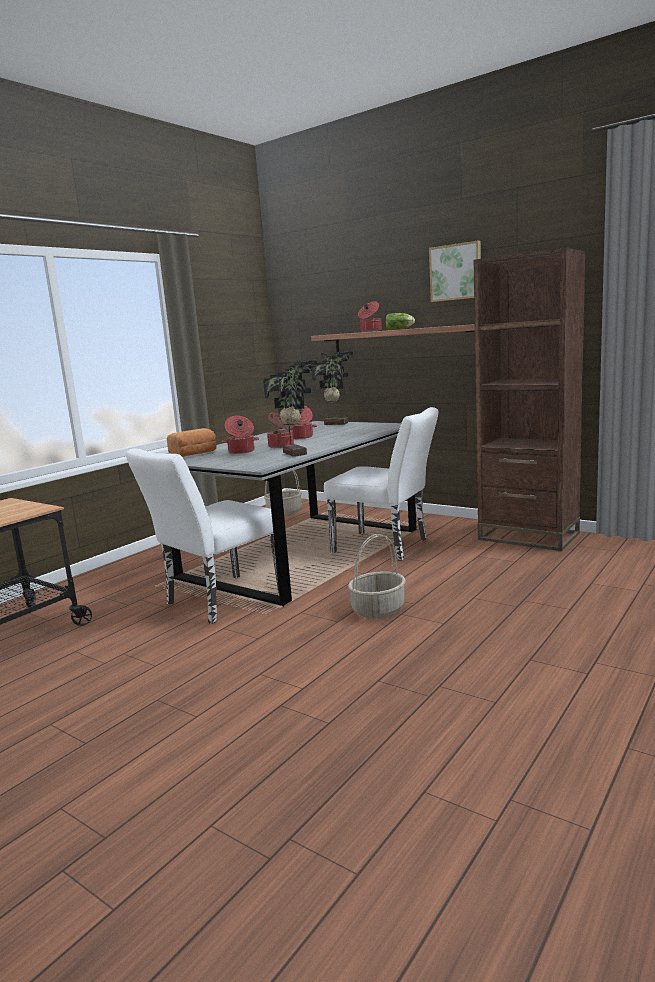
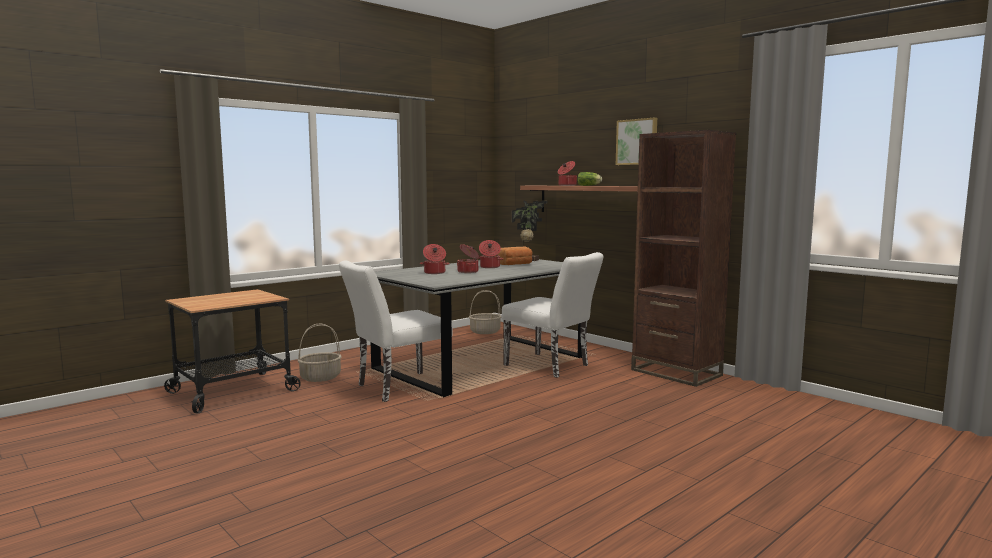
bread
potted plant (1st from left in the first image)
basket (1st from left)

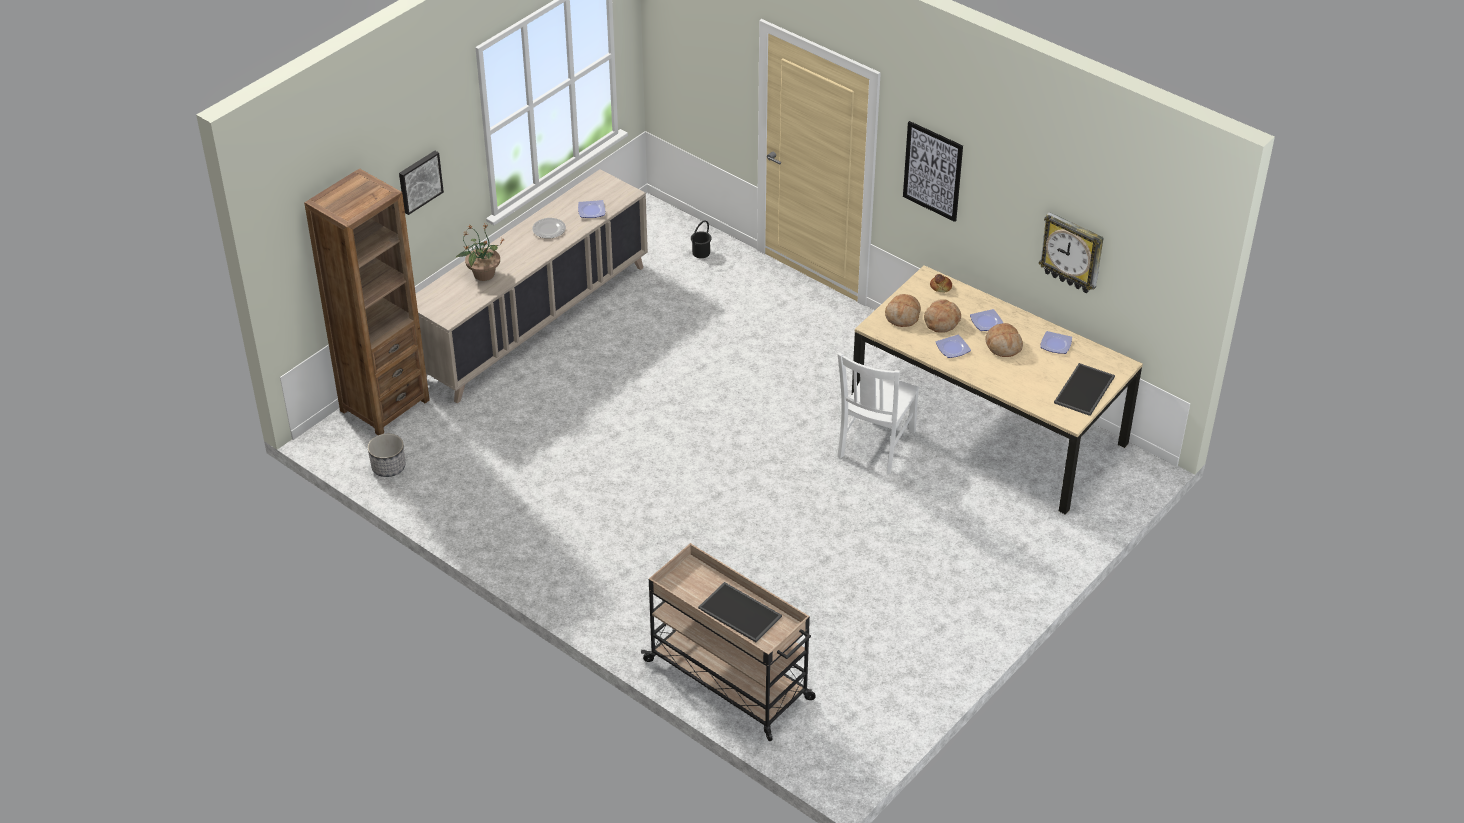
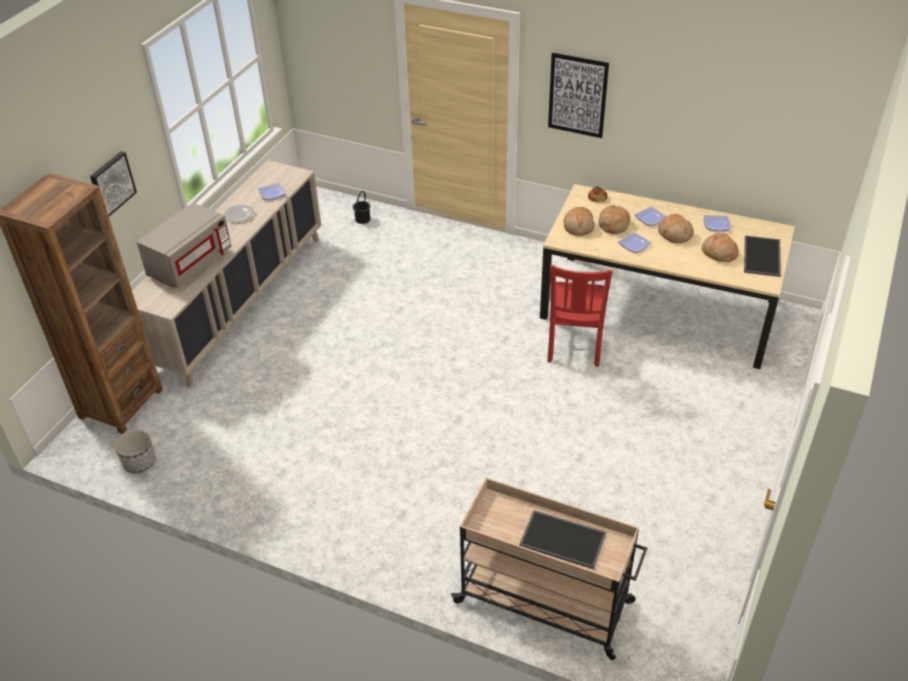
grey microwave
red chair
wall clock
bread (5th from left)

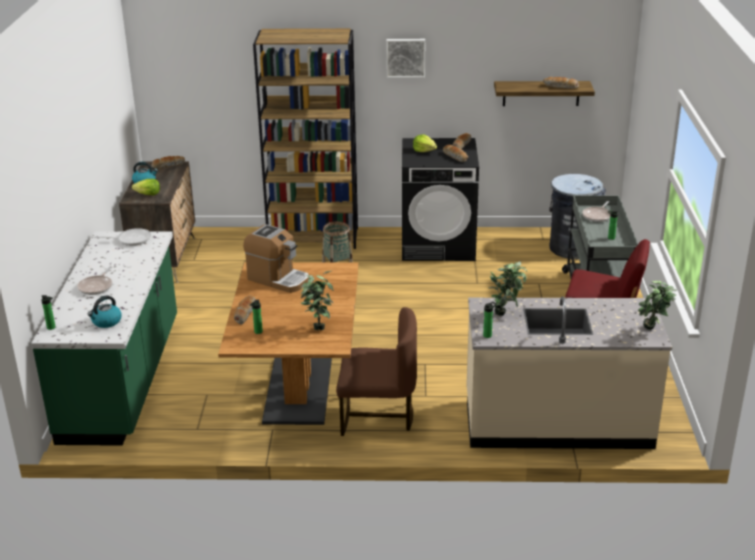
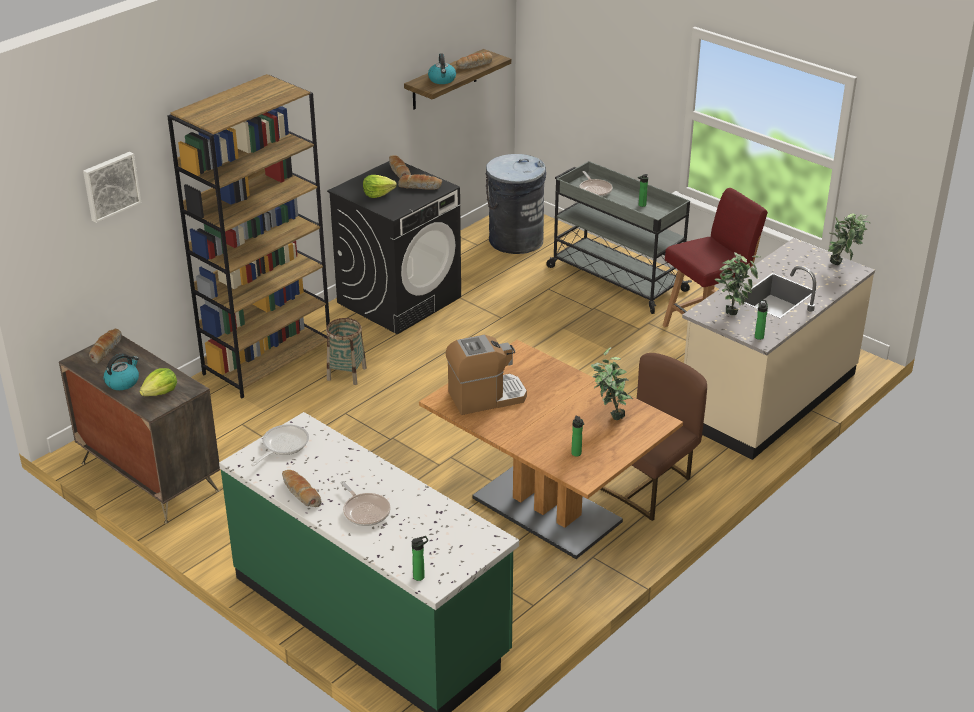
kettle (2nd from left)
bread (2nd from left)
picture

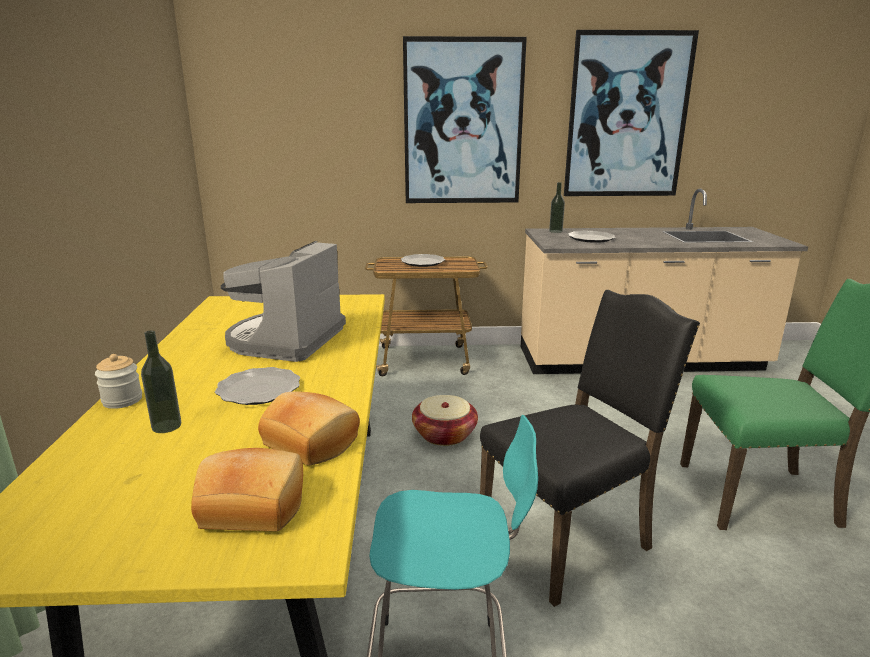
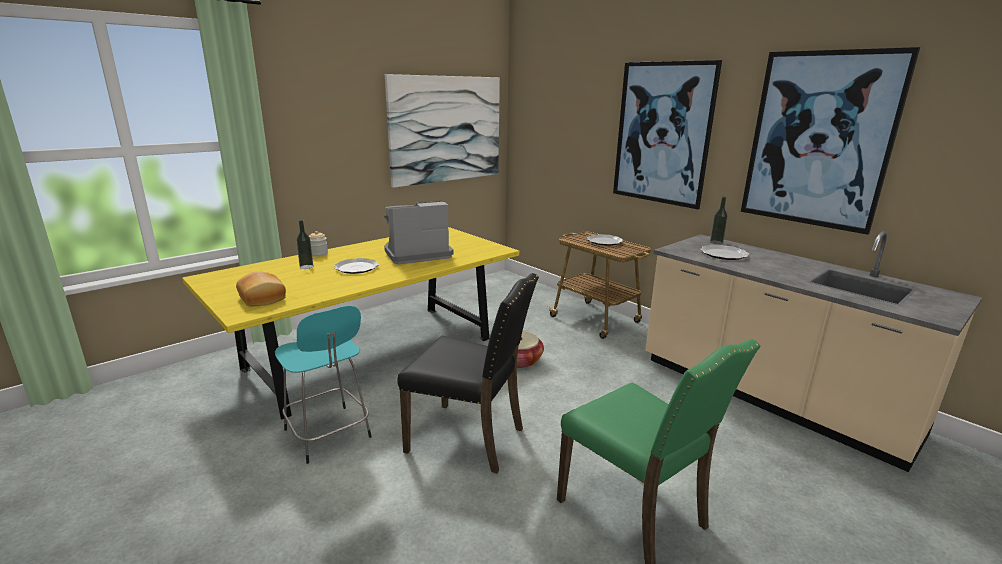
bread (2nd from left in the first image)
picture (1st from left)

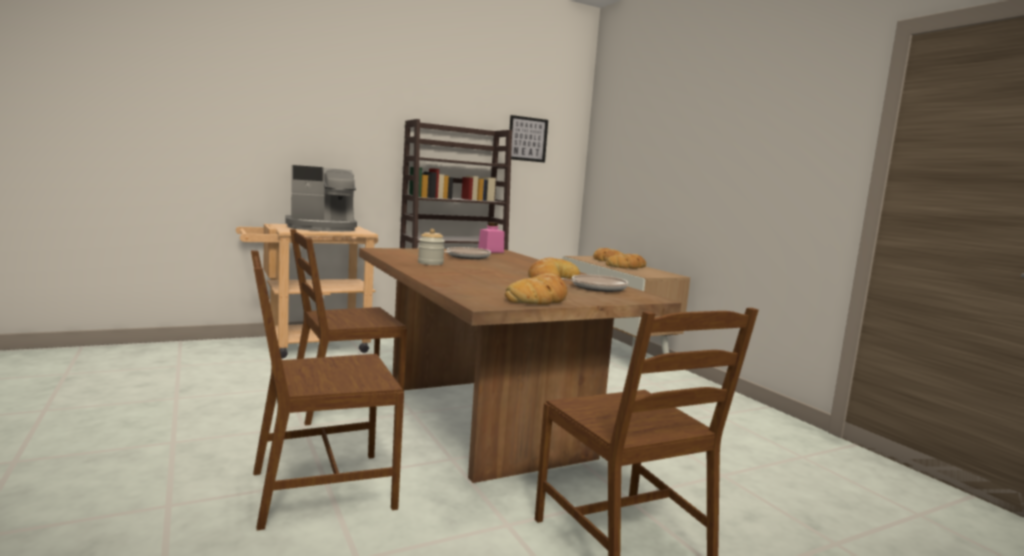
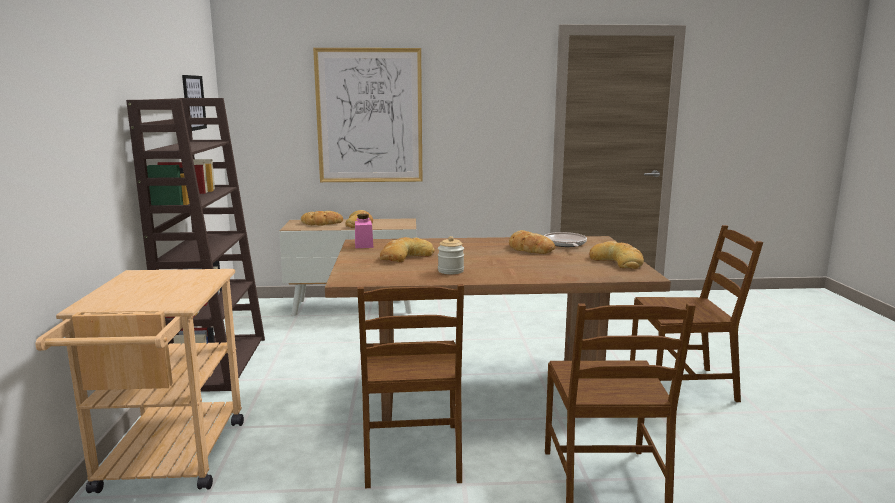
coffee machine
bread (3rd from left)
picture (2nd from left)

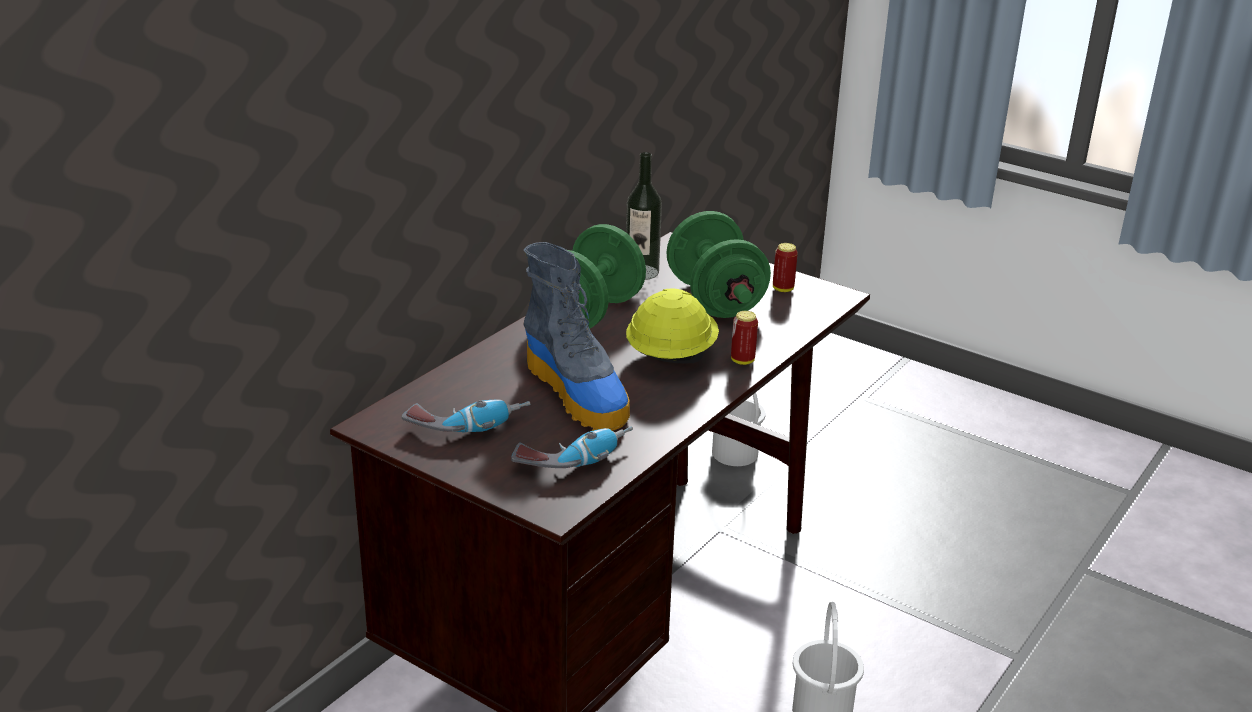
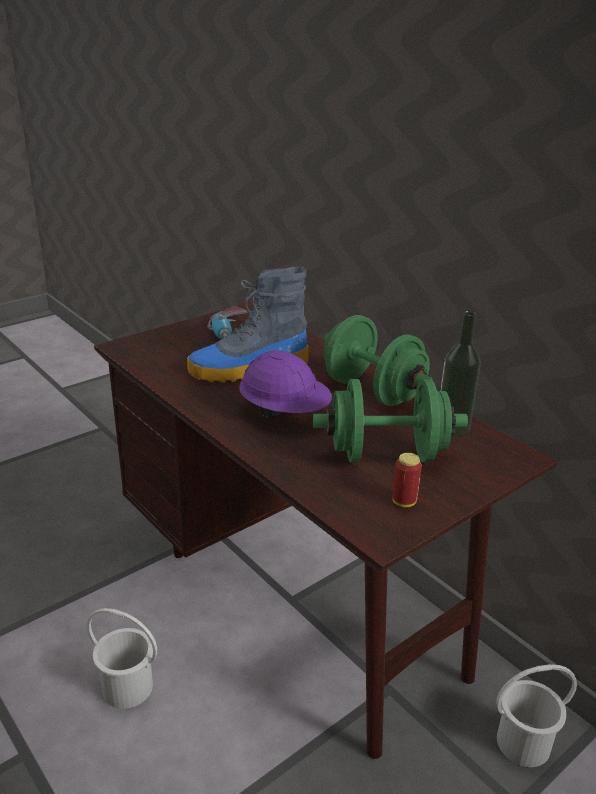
power drill (2nd from left in the first image)
purple hard hat
can (1st from left in the first image)

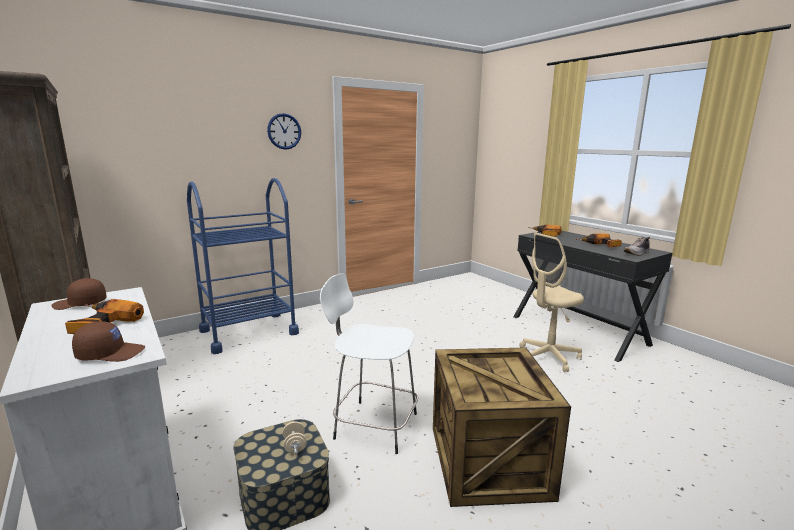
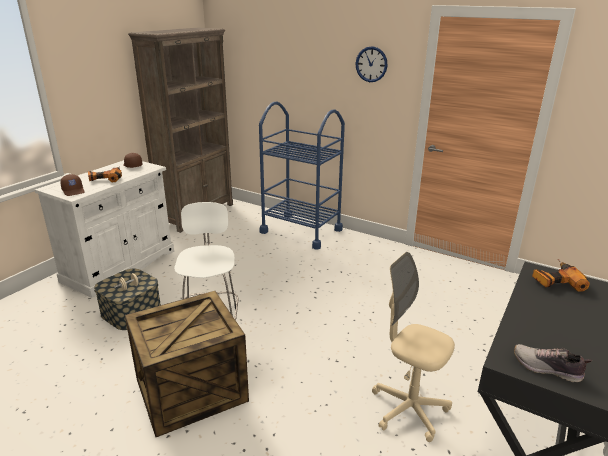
power drill (3rd from left in the first image)

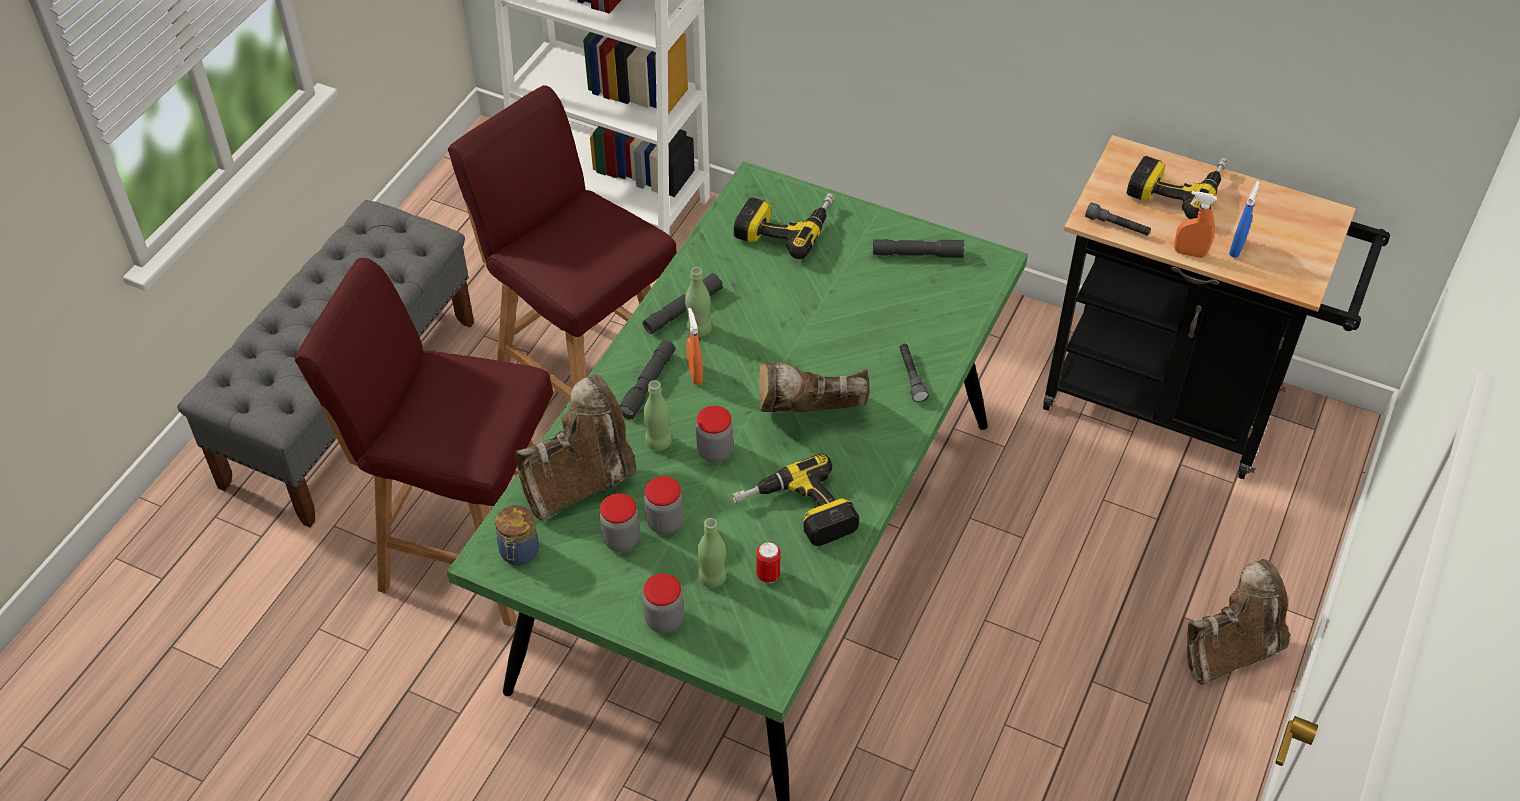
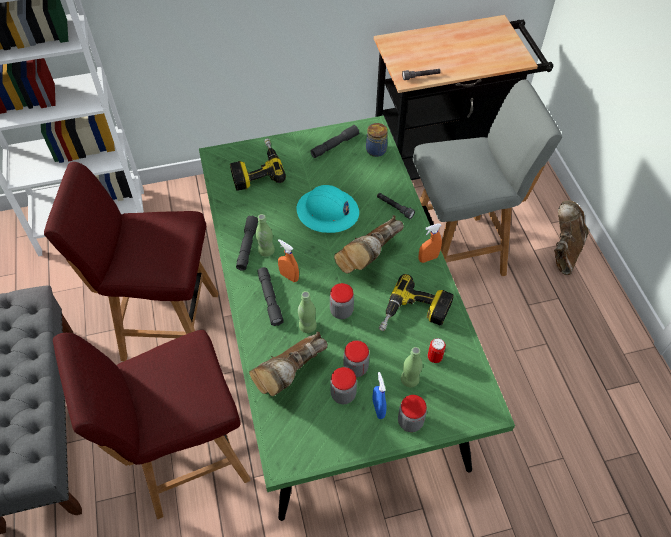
jar (4th from left)
brown boot (1st from left)
power drill (3rd from left in the first image)
orange spray bottle (2nd from left)
blue spray bottle
turquoise hard hat
grey stool

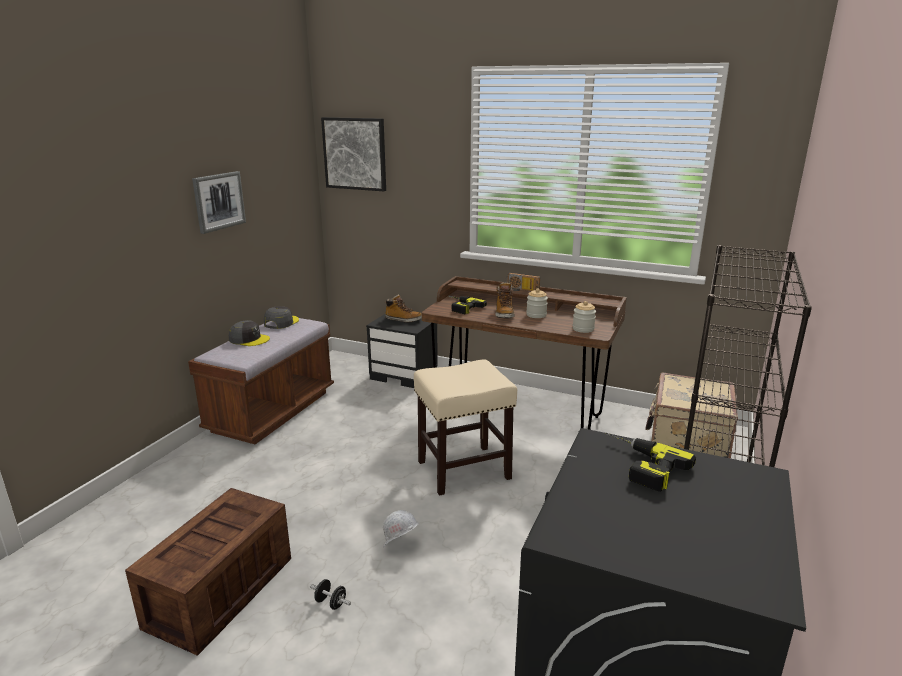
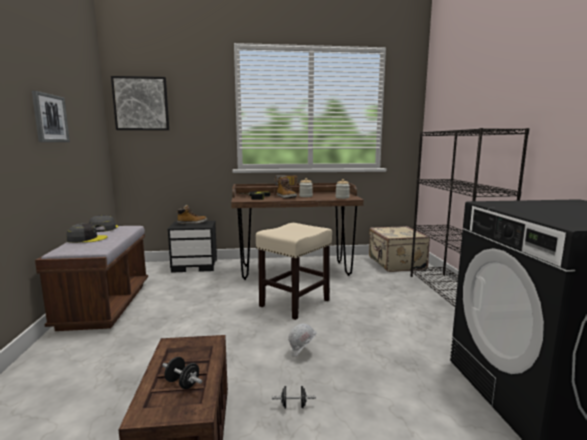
power drill (2nd from left in the first image)
black dumbbell (1st from left)

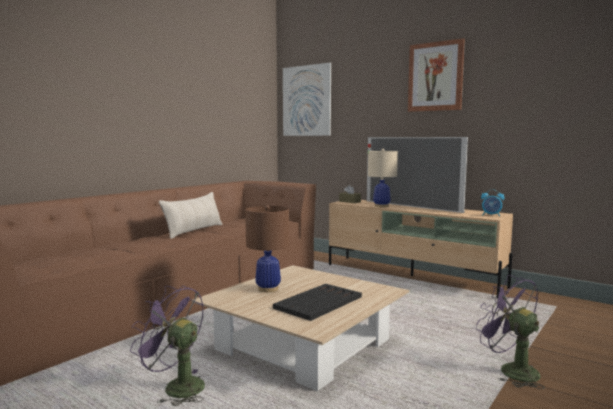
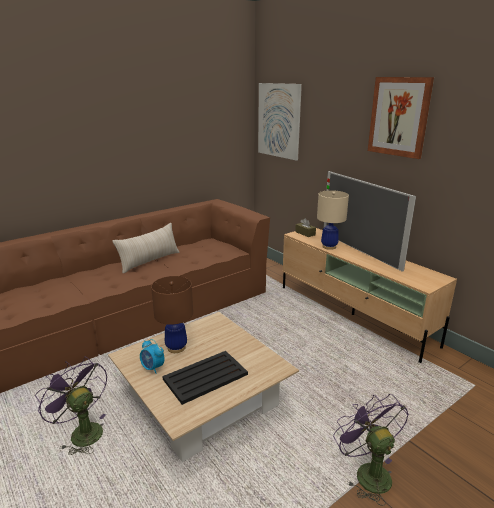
alarm clock

